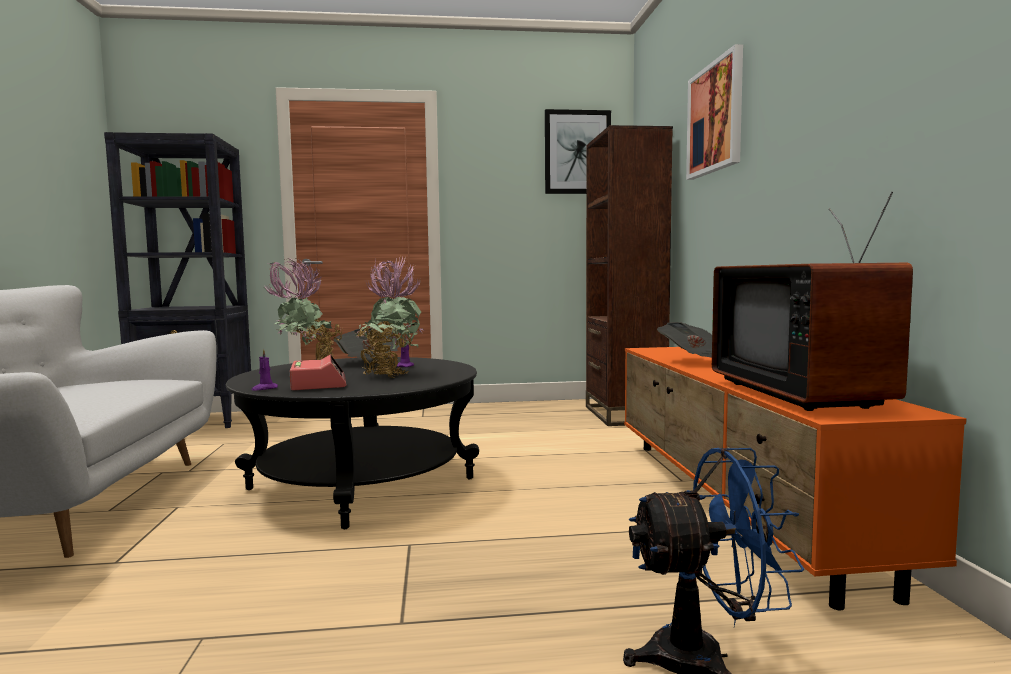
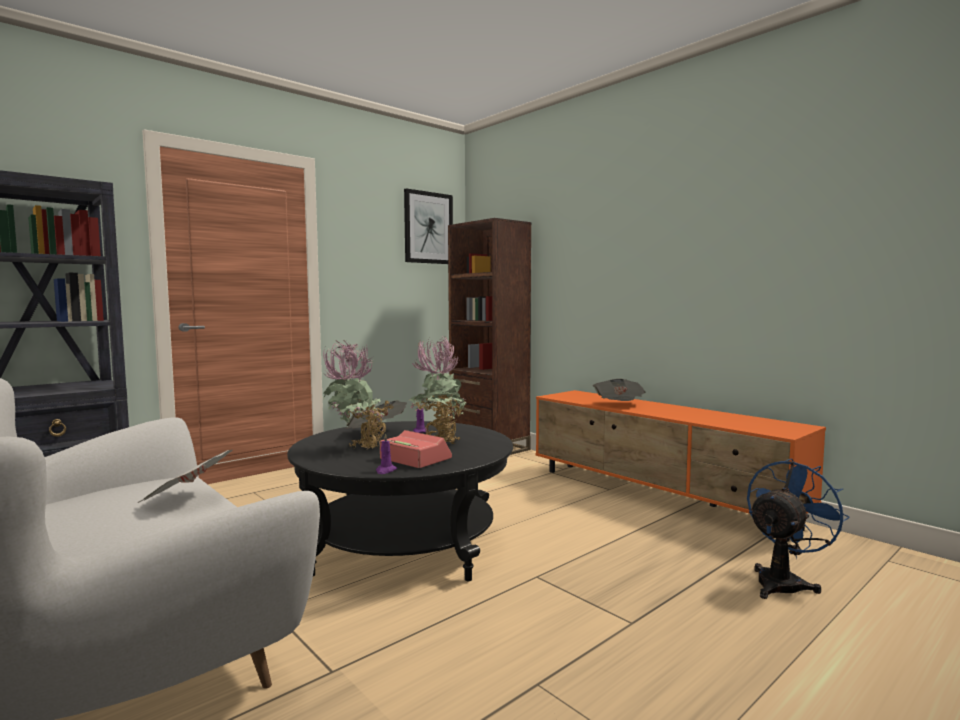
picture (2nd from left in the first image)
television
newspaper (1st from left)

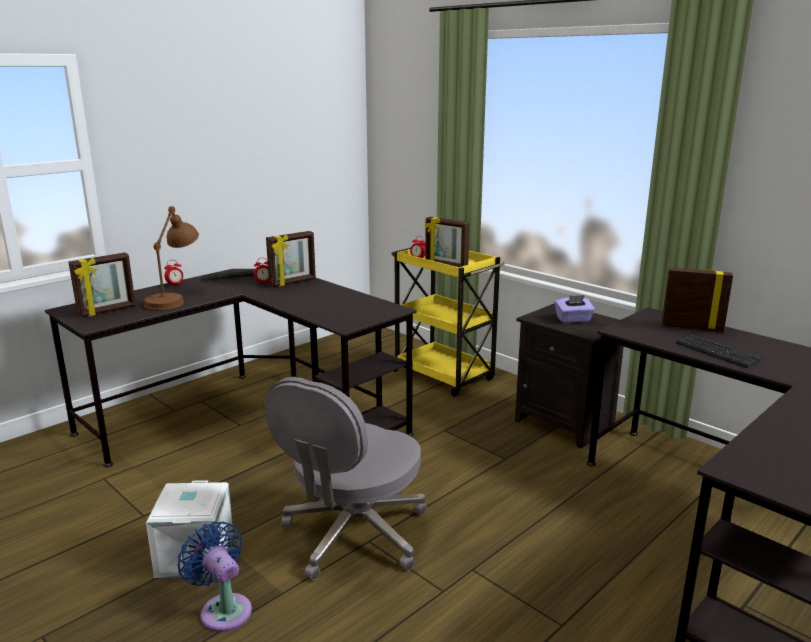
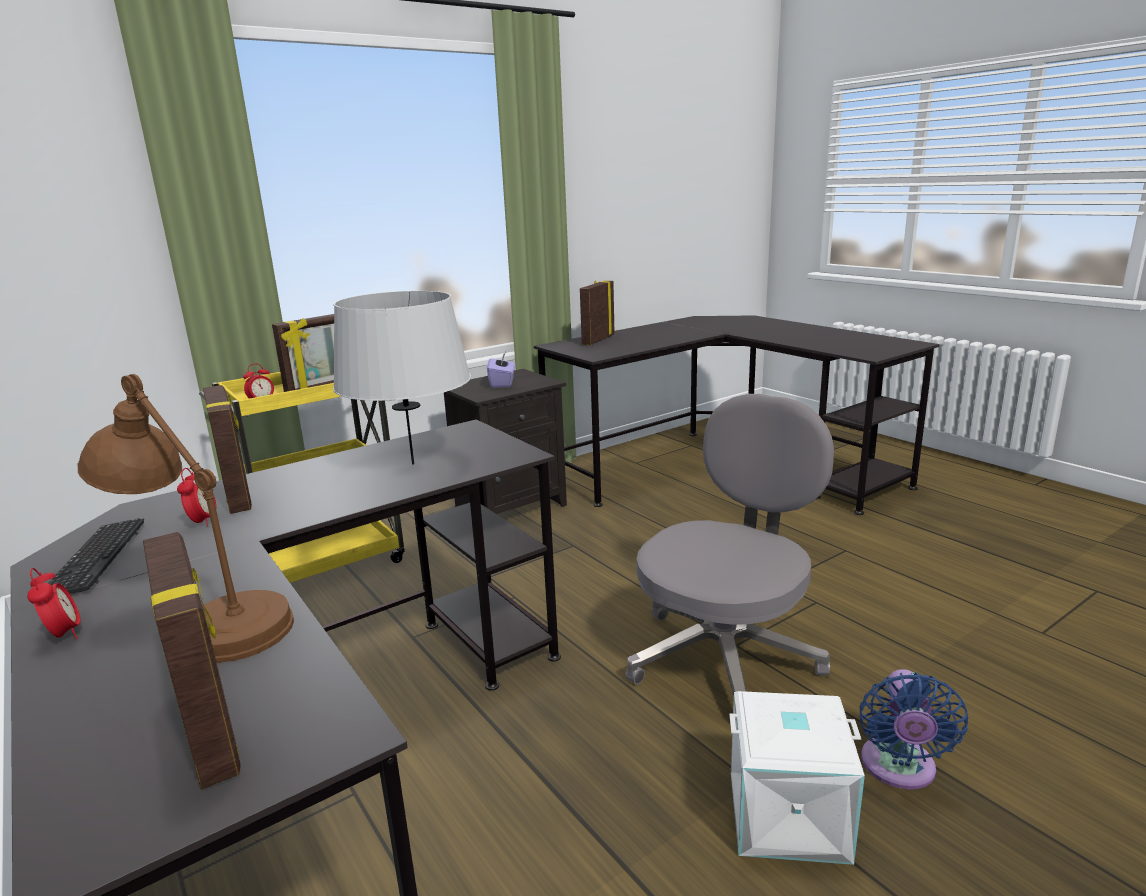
blue fan
grey office chair
keyboard (2nd from left in the first image)
grey table lamp

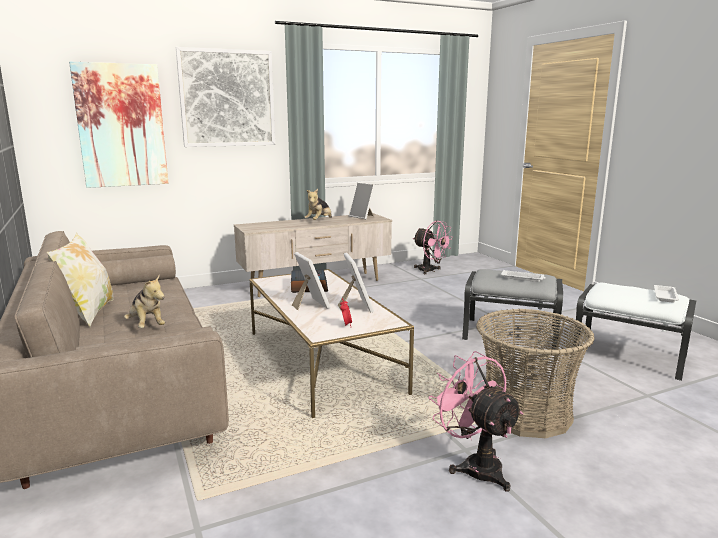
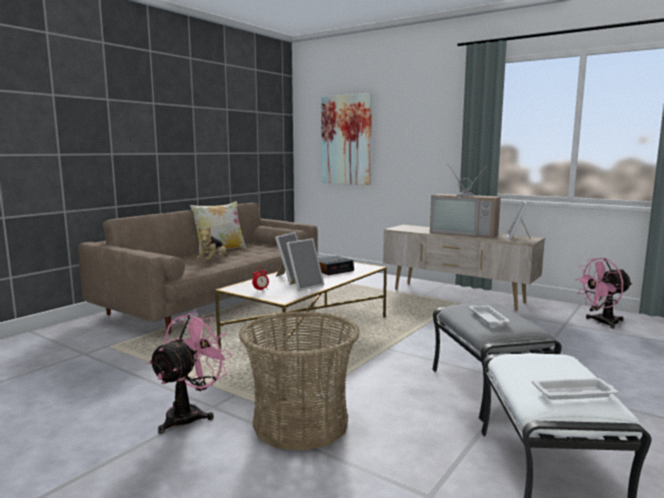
picture (2nd from left in the first image)
television
pink fan (2nd from left)

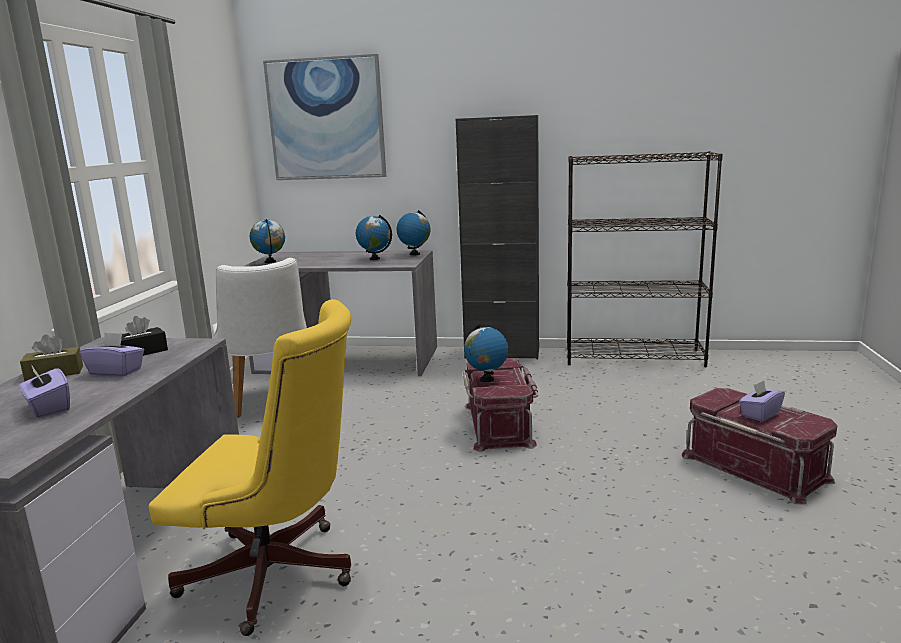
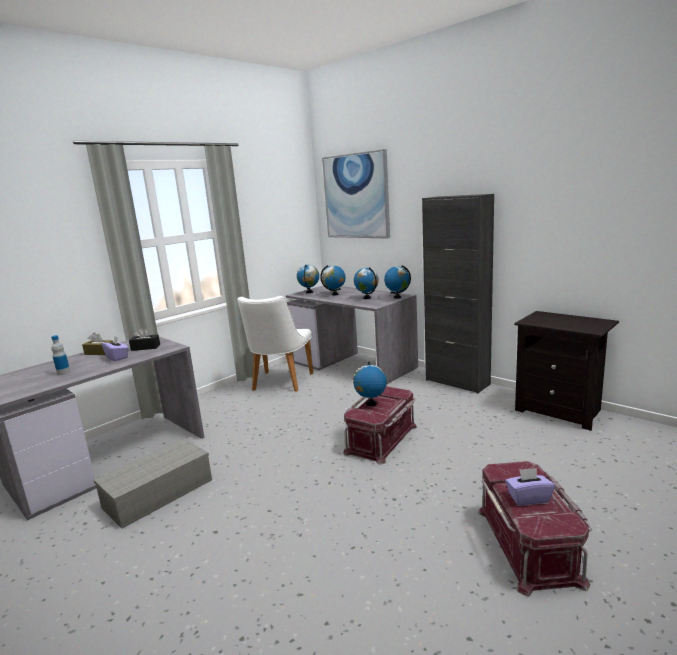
bottle
grey storage box
black nightstand
globe (2nd from left)

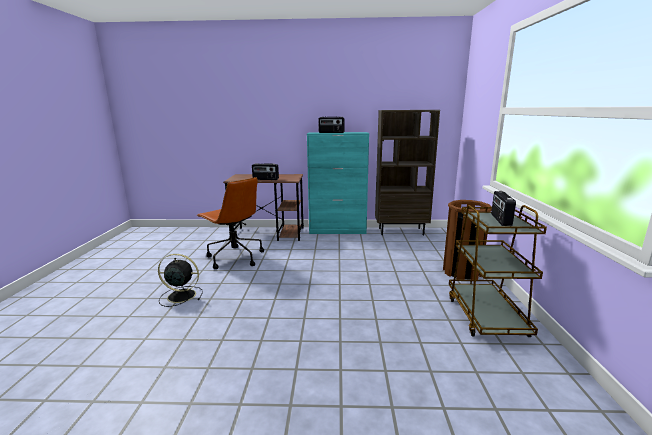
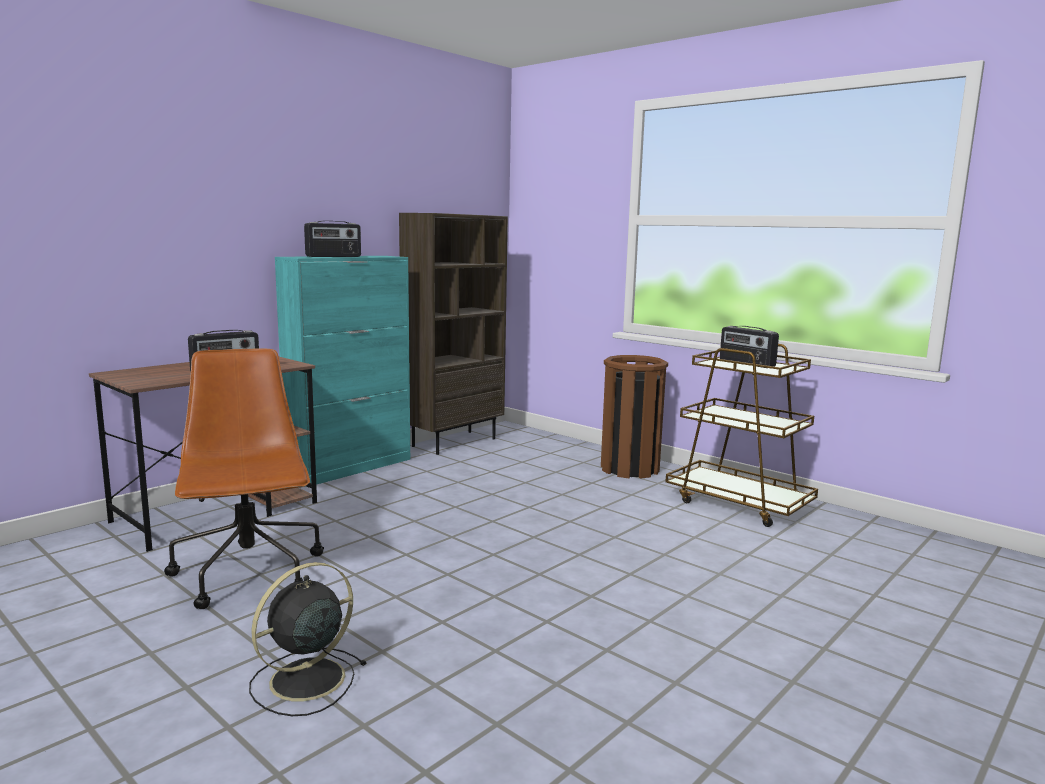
brown office chair

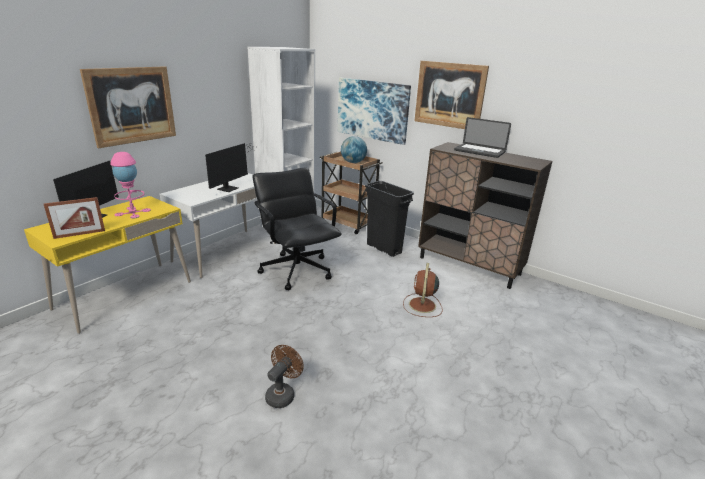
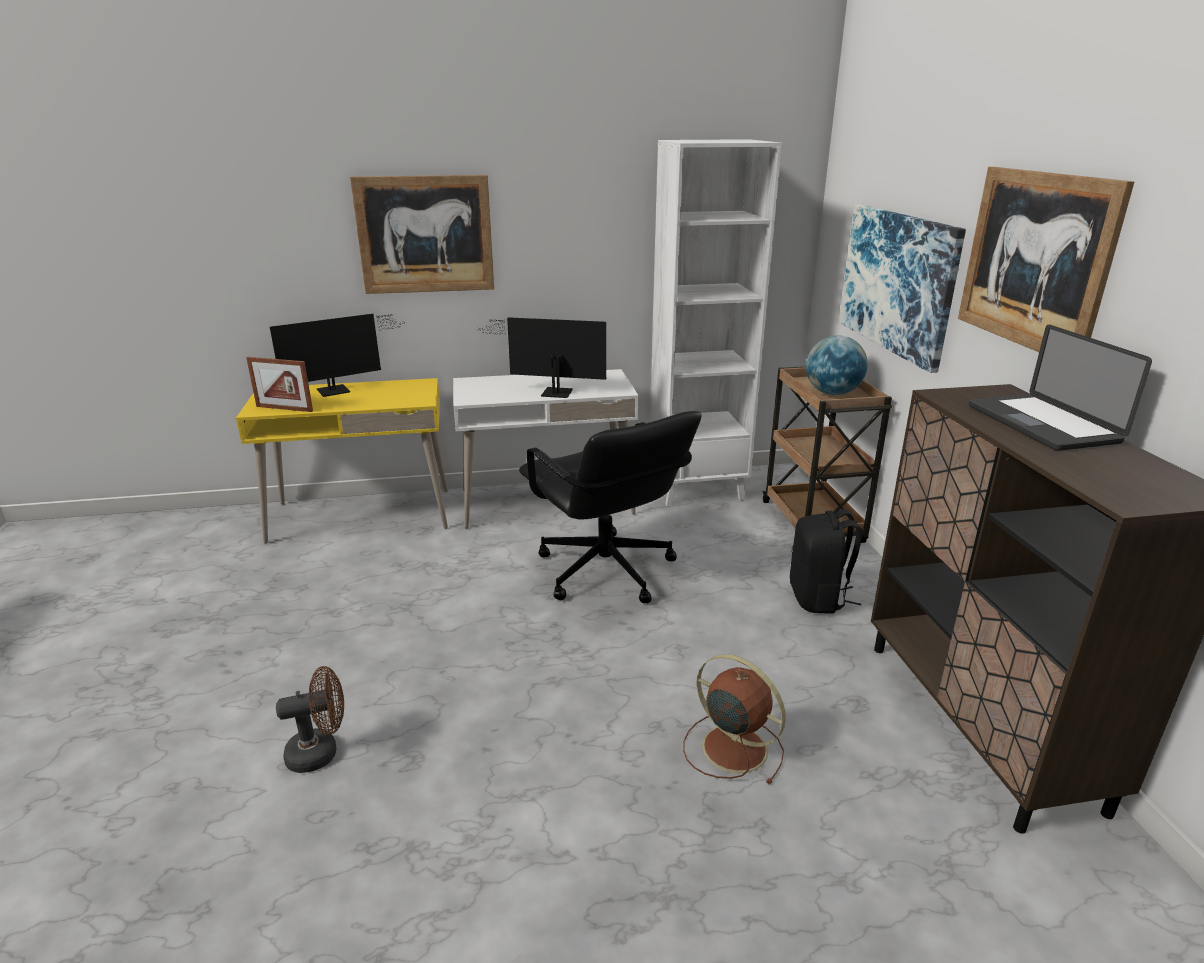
pink table lamp
monitor (2nd from left)
black office chair
black backpack
brown fan (2nd from left)

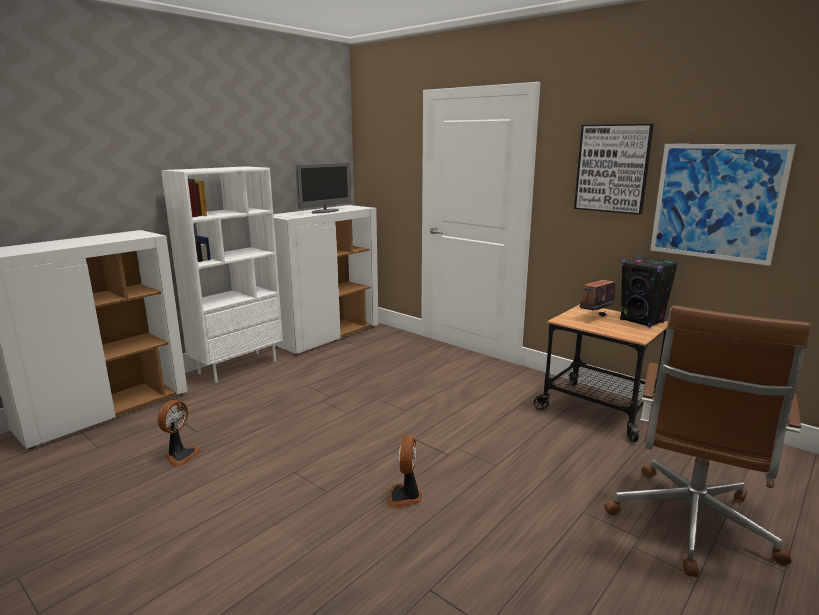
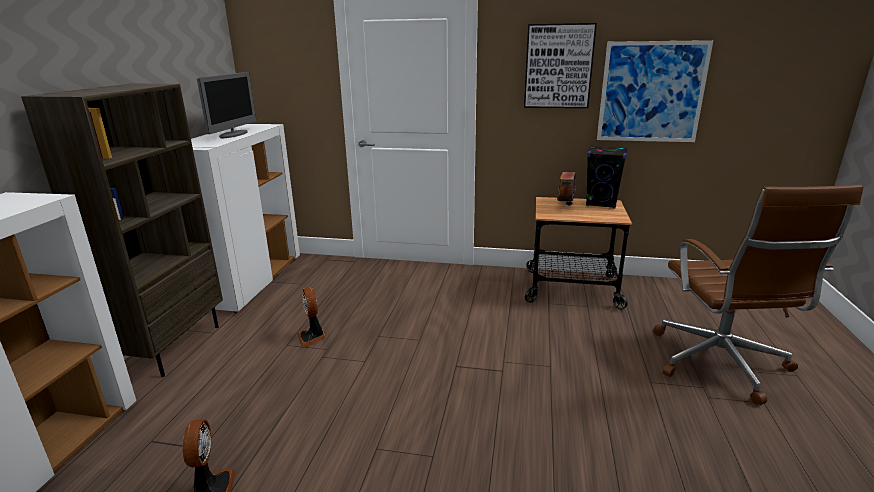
brown bookcase
fan (2nd from left)

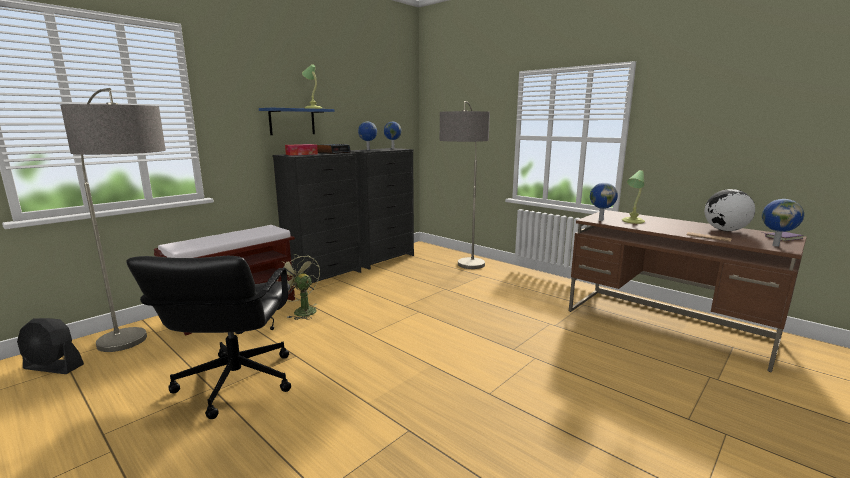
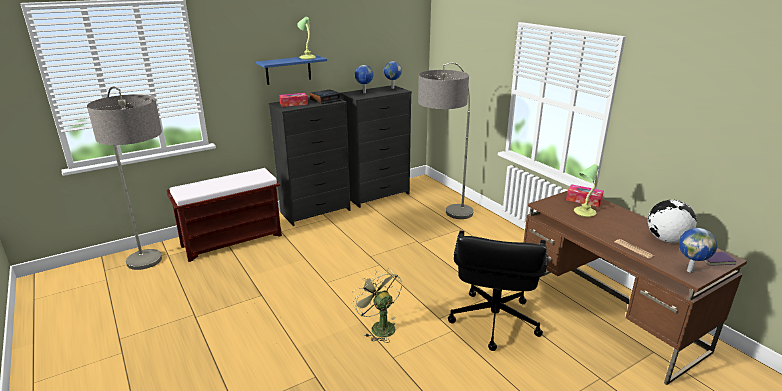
black fan
black office chair
green fan
globe (3rd from left in the first image)
tissue box (2nd from left)

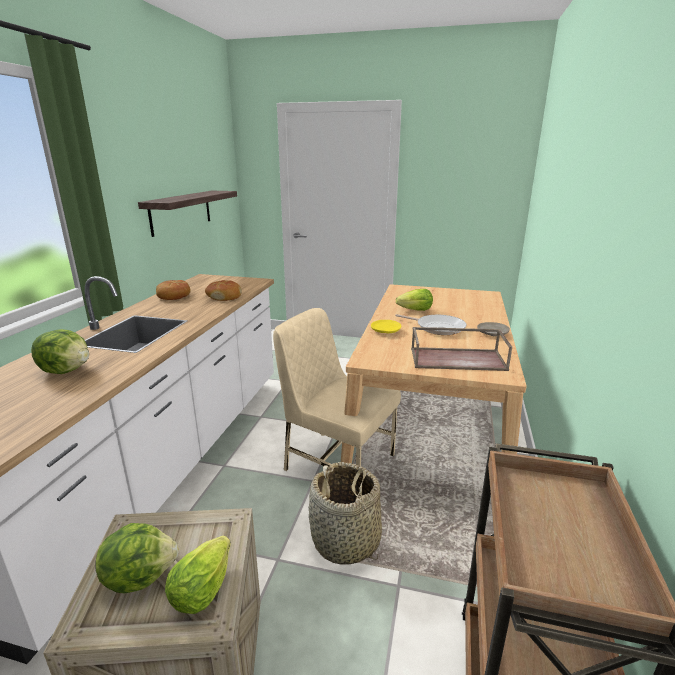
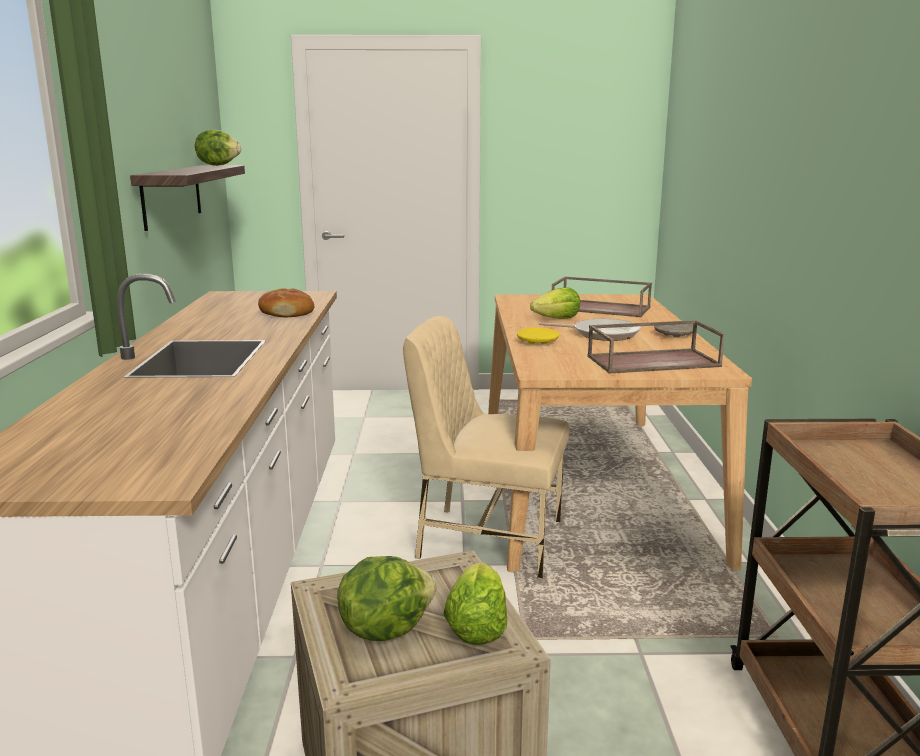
lettuce (1st from left)
bread (1st from left in the first image)
basket
brown tray (1st from left)

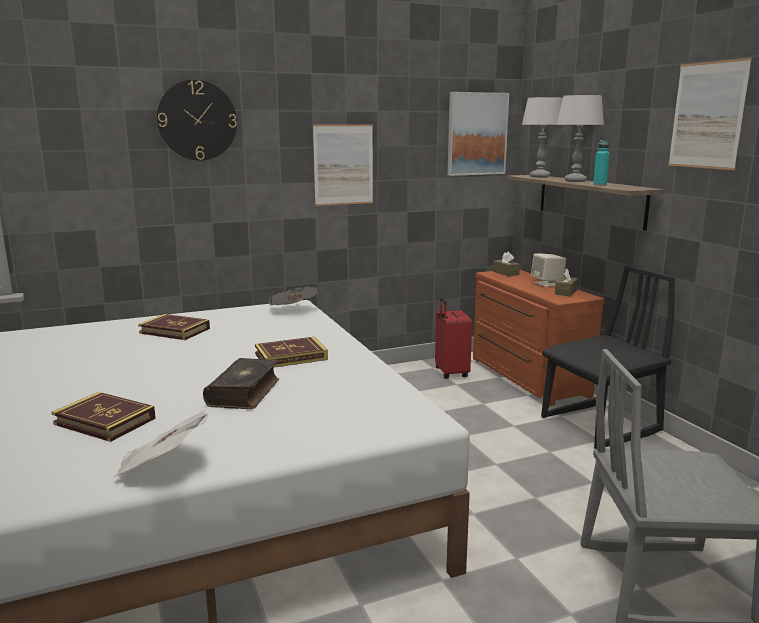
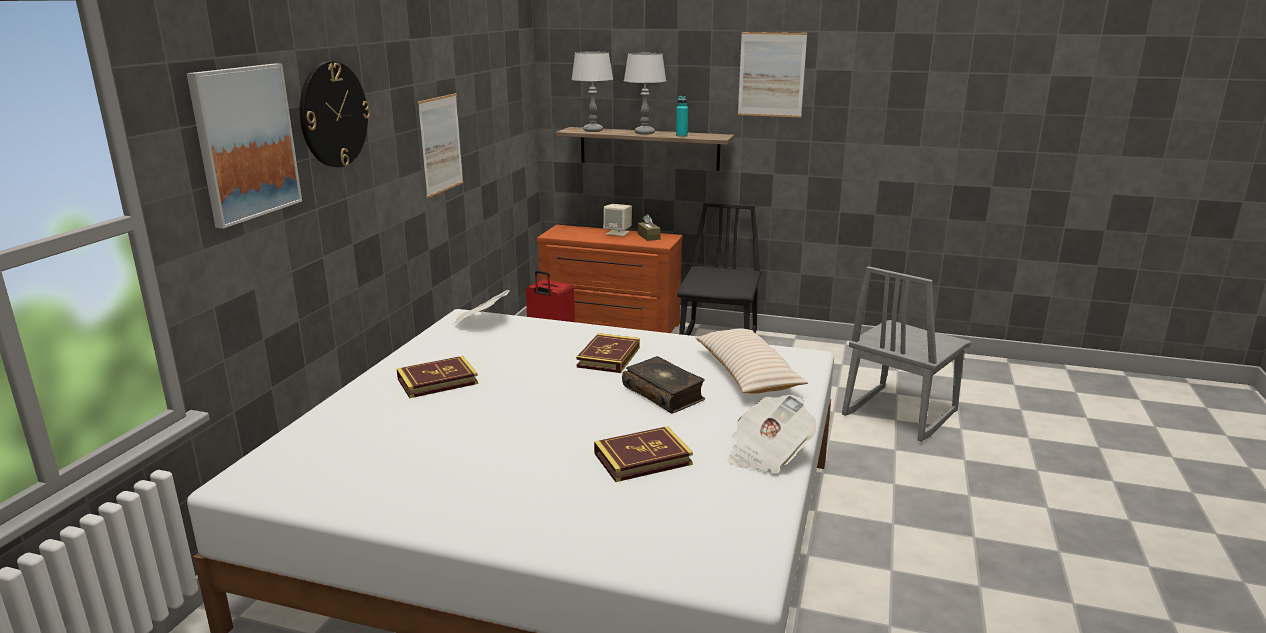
picture (1st from left)
brown tissue box (1st from left in the first image)
beige pillow

